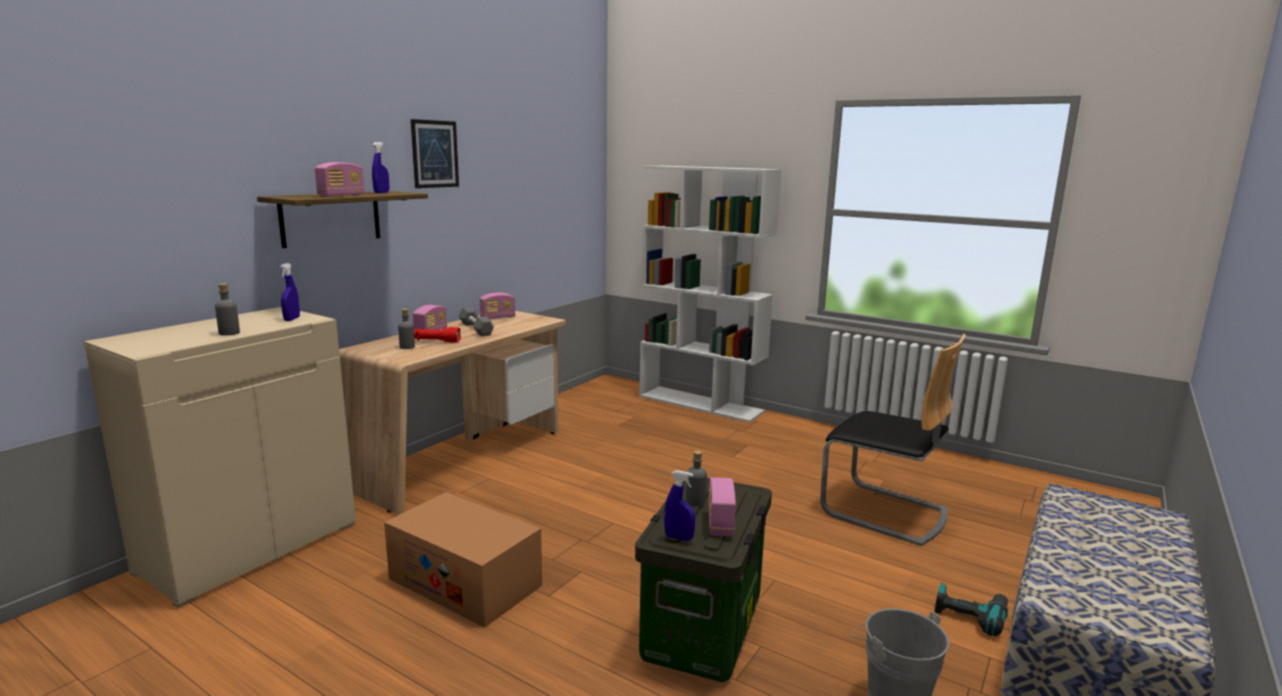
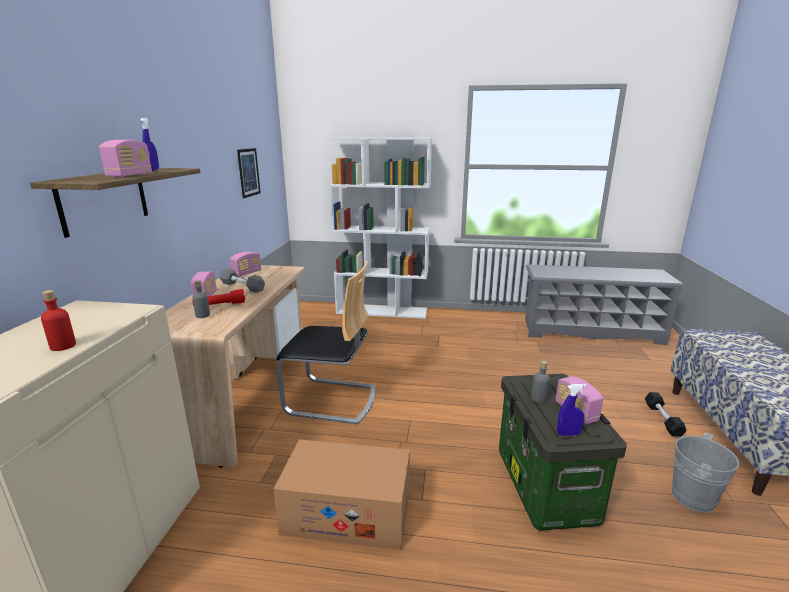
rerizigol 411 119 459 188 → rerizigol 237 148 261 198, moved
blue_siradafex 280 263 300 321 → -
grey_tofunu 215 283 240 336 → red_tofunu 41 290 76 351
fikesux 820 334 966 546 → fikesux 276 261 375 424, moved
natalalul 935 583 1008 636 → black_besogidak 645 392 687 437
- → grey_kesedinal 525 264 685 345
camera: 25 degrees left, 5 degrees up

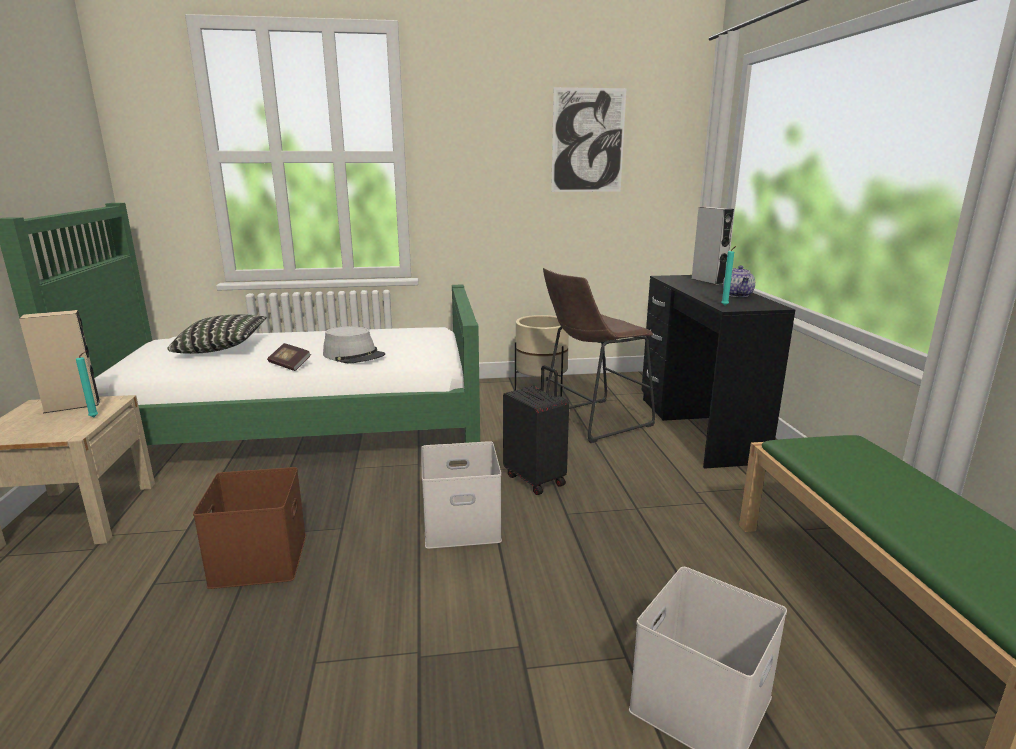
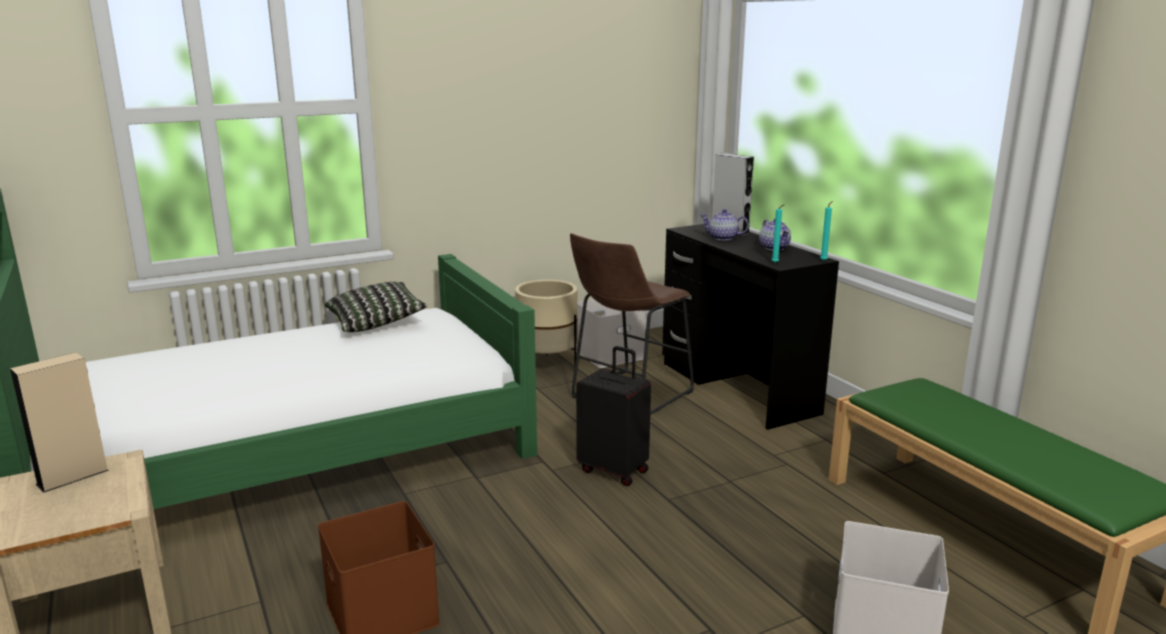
rerizigol 551 87 627 192 → -
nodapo 167 314 267 354 → nodapo 325 282 427 332, moved
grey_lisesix 323 326 385 364 → -
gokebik 267 343 311 371 → -
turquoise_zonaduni 76 351 98 417 → turquoise_zonaduni 820 201 833 261, moved
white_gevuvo 421 441 502 549 → white_gevuvo 576 299 646 368, moved
- → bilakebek 700 209 749 240
camera: 20 degrees left, 0 degrees up

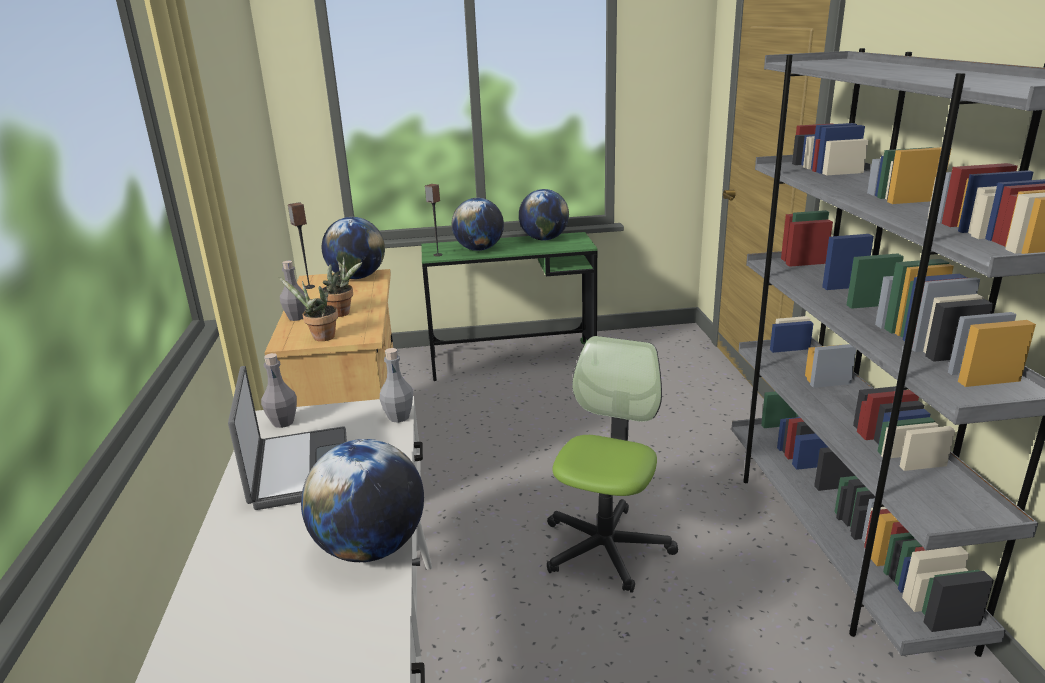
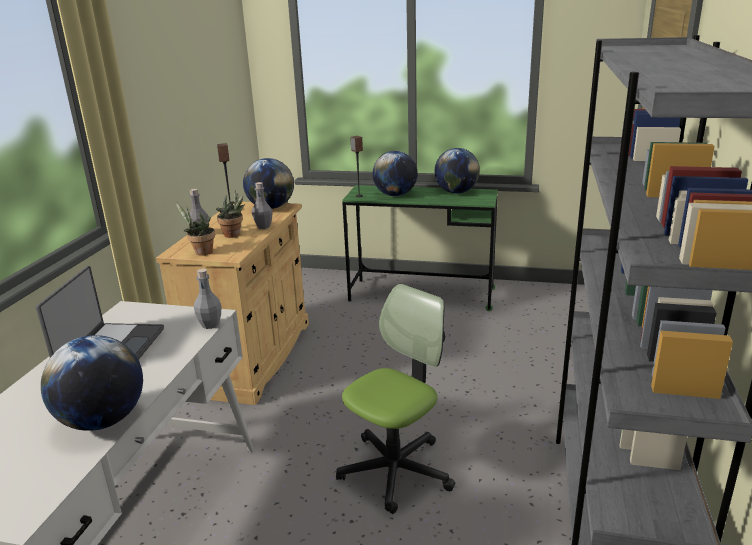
grey_tofunu 261 353 297 428 → grey_tofunu 252 182 273 229, moved
camera: 20 degrees right, 0 degrees up

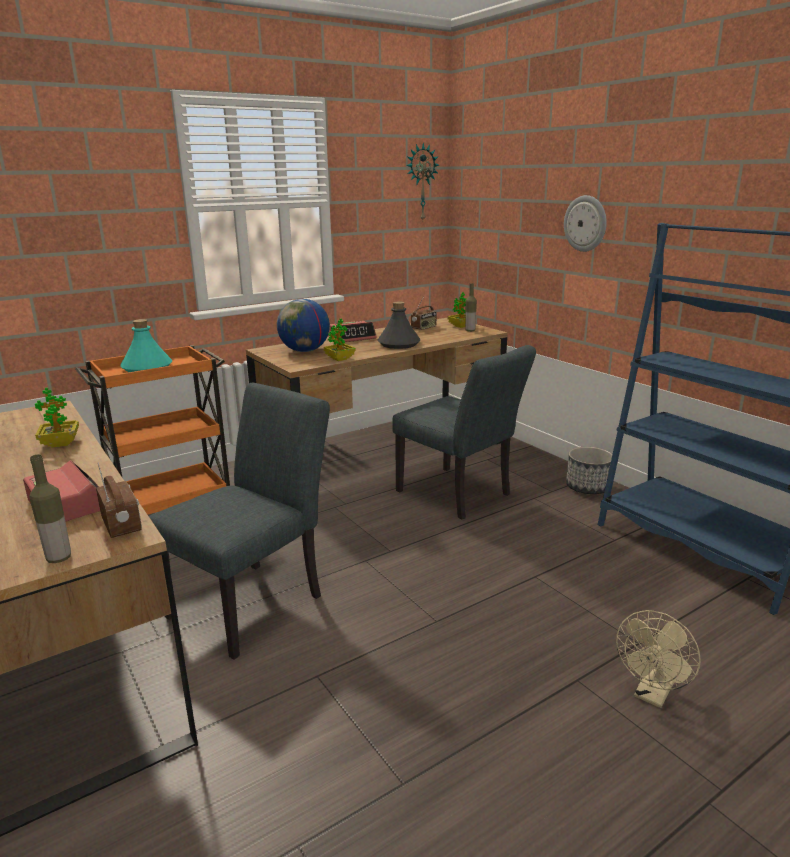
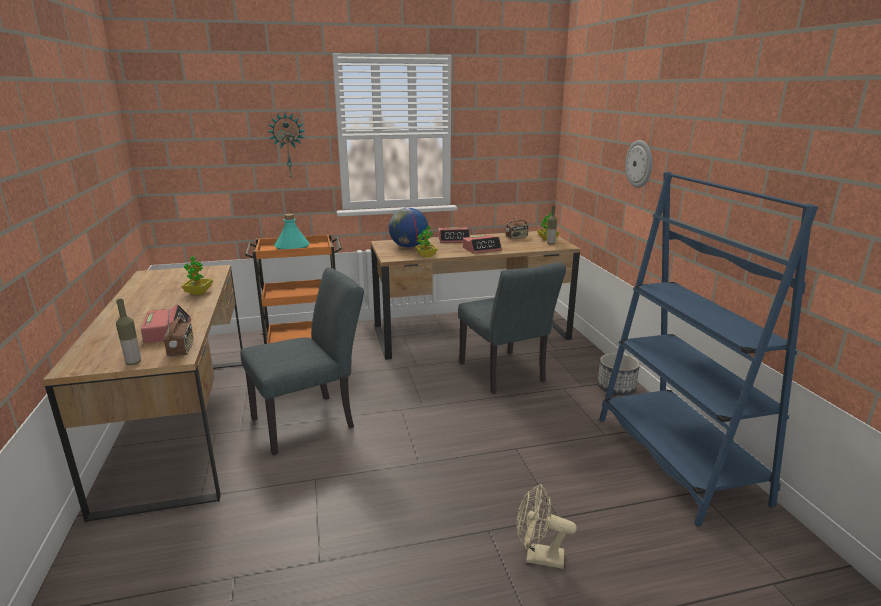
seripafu 406 143 439 220 → seripafu 267 113 304 178, moved
grey_tofunu 378 302 420 349 → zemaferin 463 235 502 254
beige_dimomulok 616 610 701 708 → beige_dimomulok 517 484 577 569, 45 degrees clockwise
camera: 20 degrees right, 0 degrees up

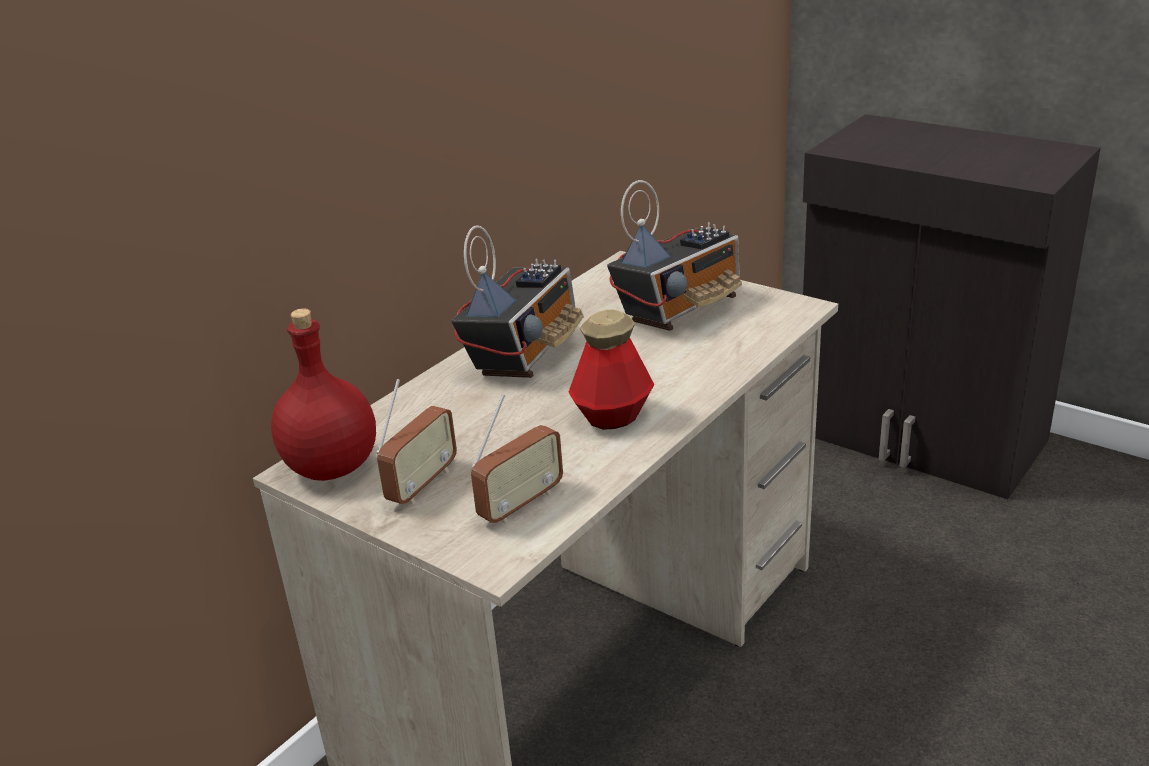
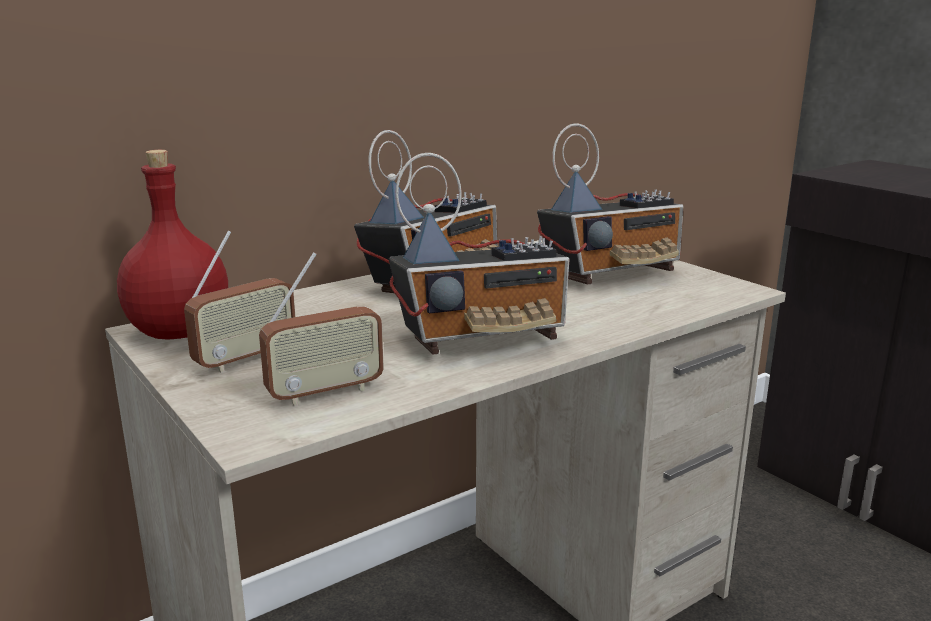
tofunu 569 309 654 430 → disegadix 389 153 570 354
camera: 15 degrees right, 10 degrees down

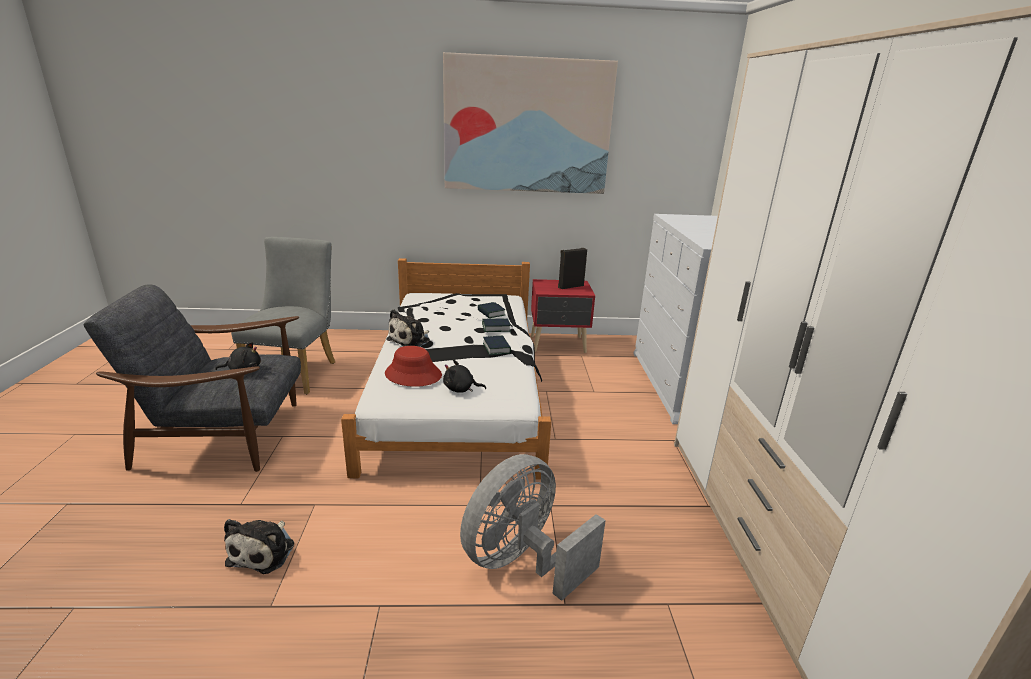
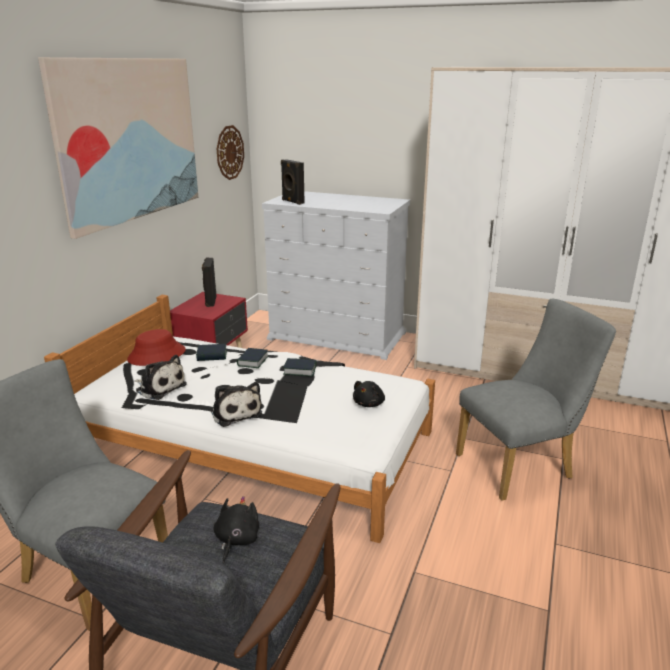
red_lisesix 385 346 442 387 → red_lisesix 127 329 186 366, moved
grey_dimomulok 460 454 606 601 → grey_fikesux 456 299 616 501
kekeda 224 519 294 574 → kekeda 135 355 187 400, moved
- → seripafu 217 125 244 180
- → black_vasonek 281 159 305 205
camera: 65 degrees left, 0 degrees up

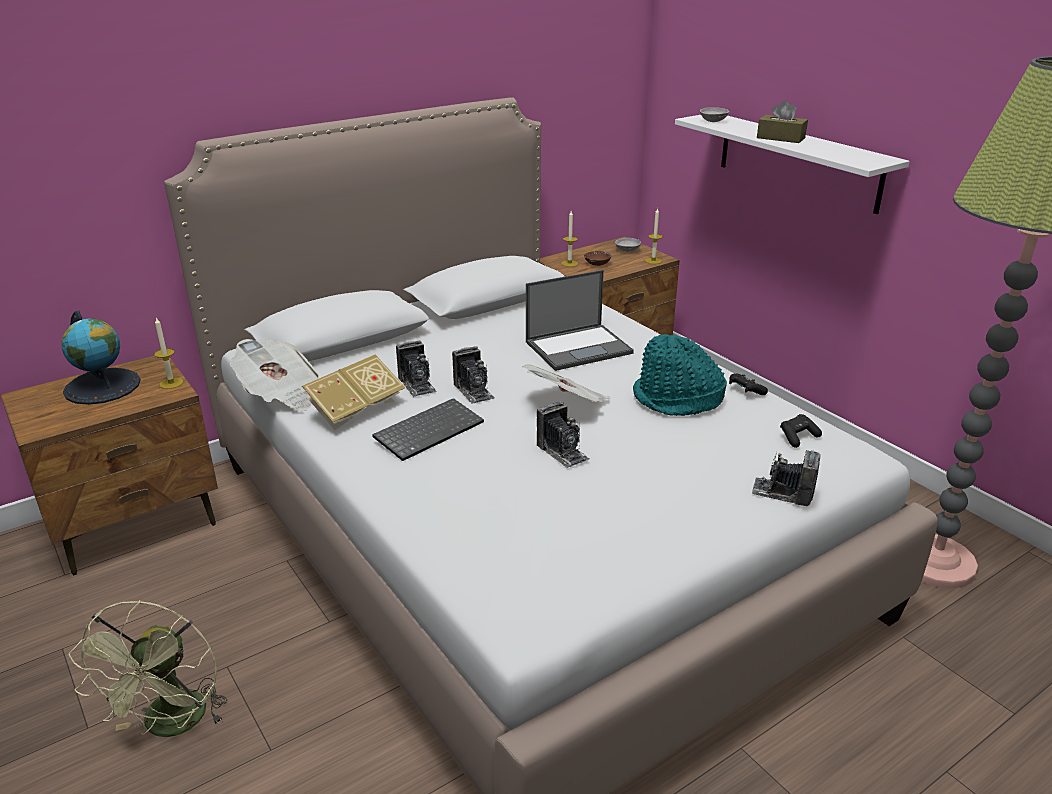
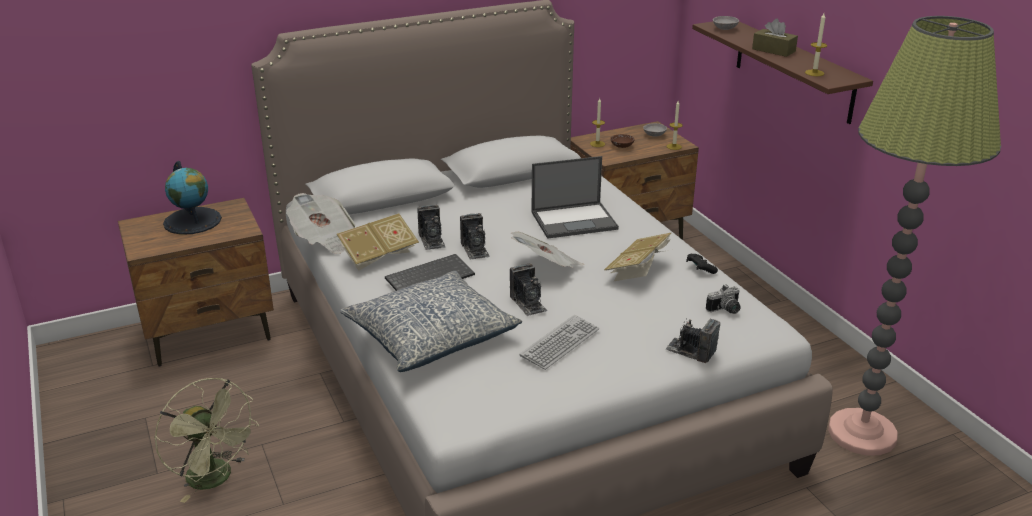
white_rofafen 675 115 910 214 → brown_rofafen 692 21 873 124
zonaduni 154 317 183 389 → zonaduni 805 13 828 76, moved
turquoise_lisesix 633 334 727 416 → gokebik 604 233 671 281
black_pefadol 780 414 822 448 → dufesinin 706 284 741 314
green_dimomulok 68 600 228 737 → green_dimomulok 155 378 259 503, 60 degrees counterclockwise
- → nodapo 340 271 522 372
- → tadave 520 315 599 370
camera: 10 degrees right, 0 degrees up

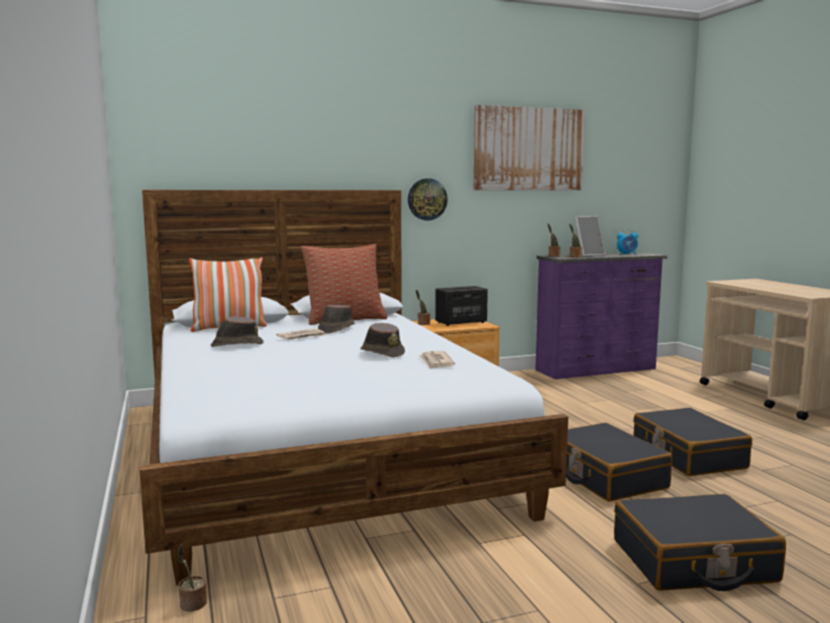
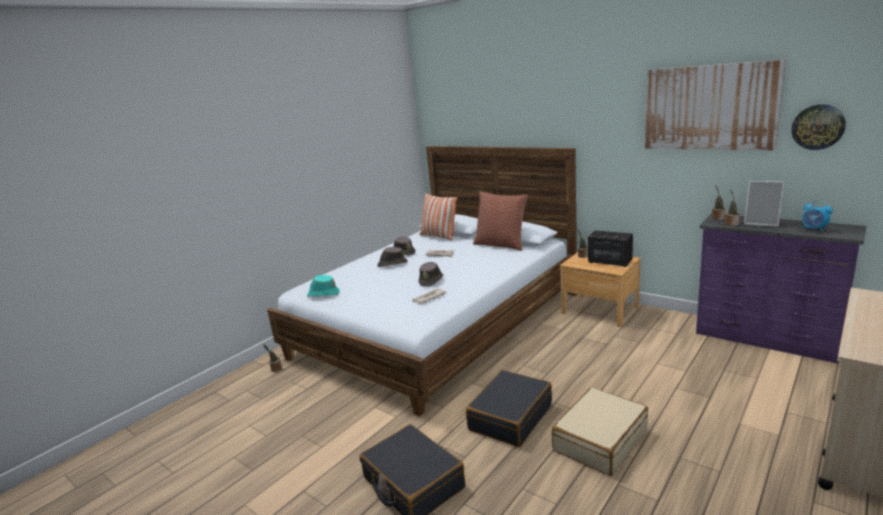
seripafu 408 178 448 220 → seripafu 791 104 846 150, moved
brown_lisesix 318 305 355 333 → brown_lisesix 377 247 408 267, moved
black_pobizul 633 408 752 476 → beige_pobizul 552 387 648 476
- → turquoise_lisesix 307 275 340 296
camera: 60 degrees right, 10 degrees up

